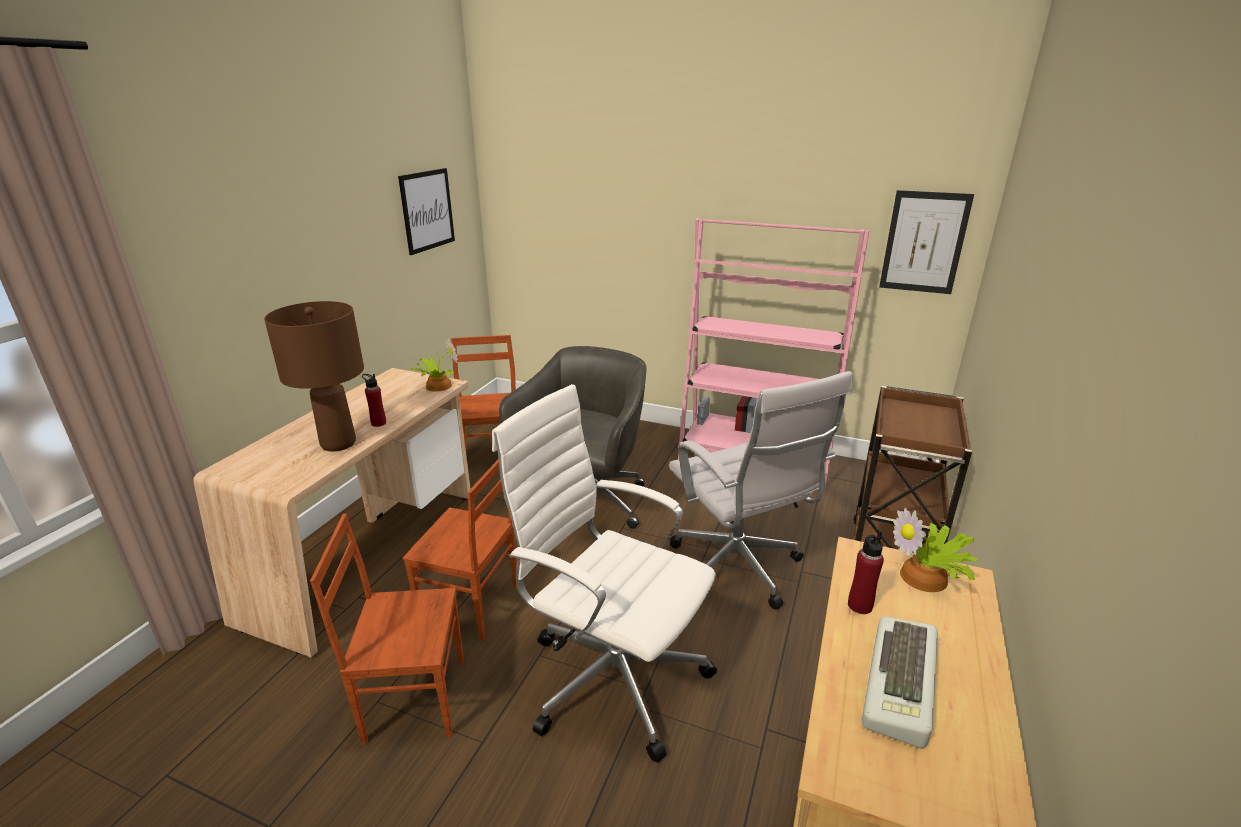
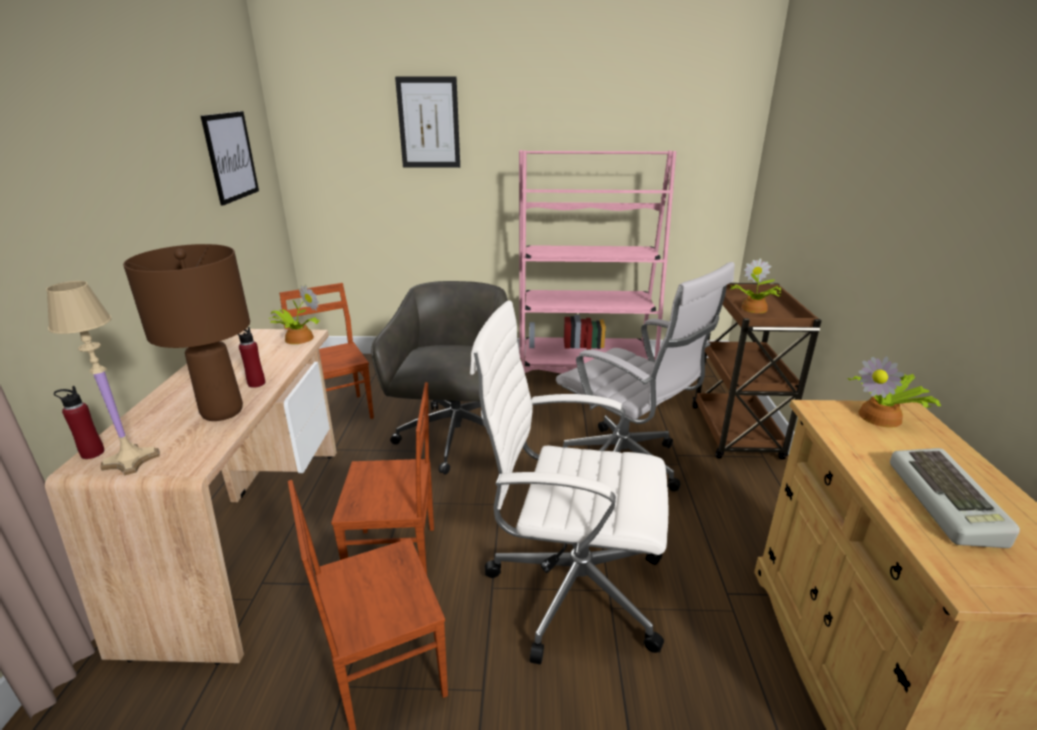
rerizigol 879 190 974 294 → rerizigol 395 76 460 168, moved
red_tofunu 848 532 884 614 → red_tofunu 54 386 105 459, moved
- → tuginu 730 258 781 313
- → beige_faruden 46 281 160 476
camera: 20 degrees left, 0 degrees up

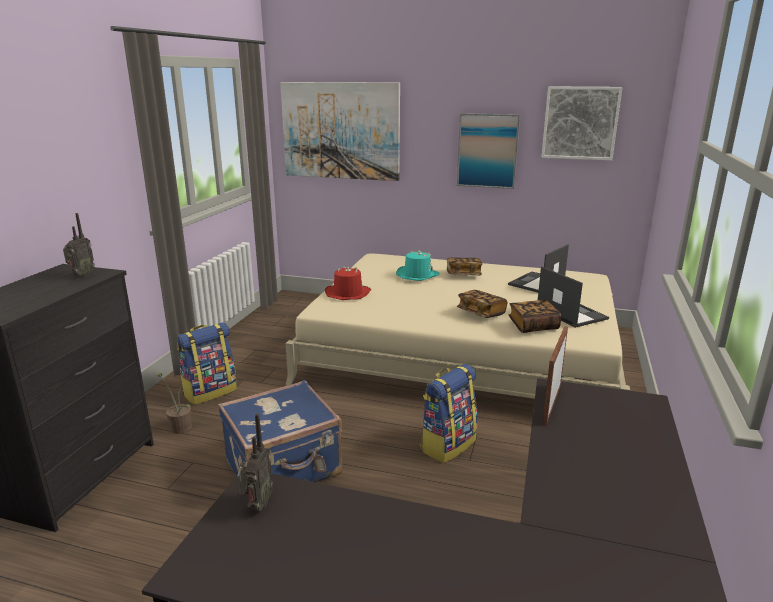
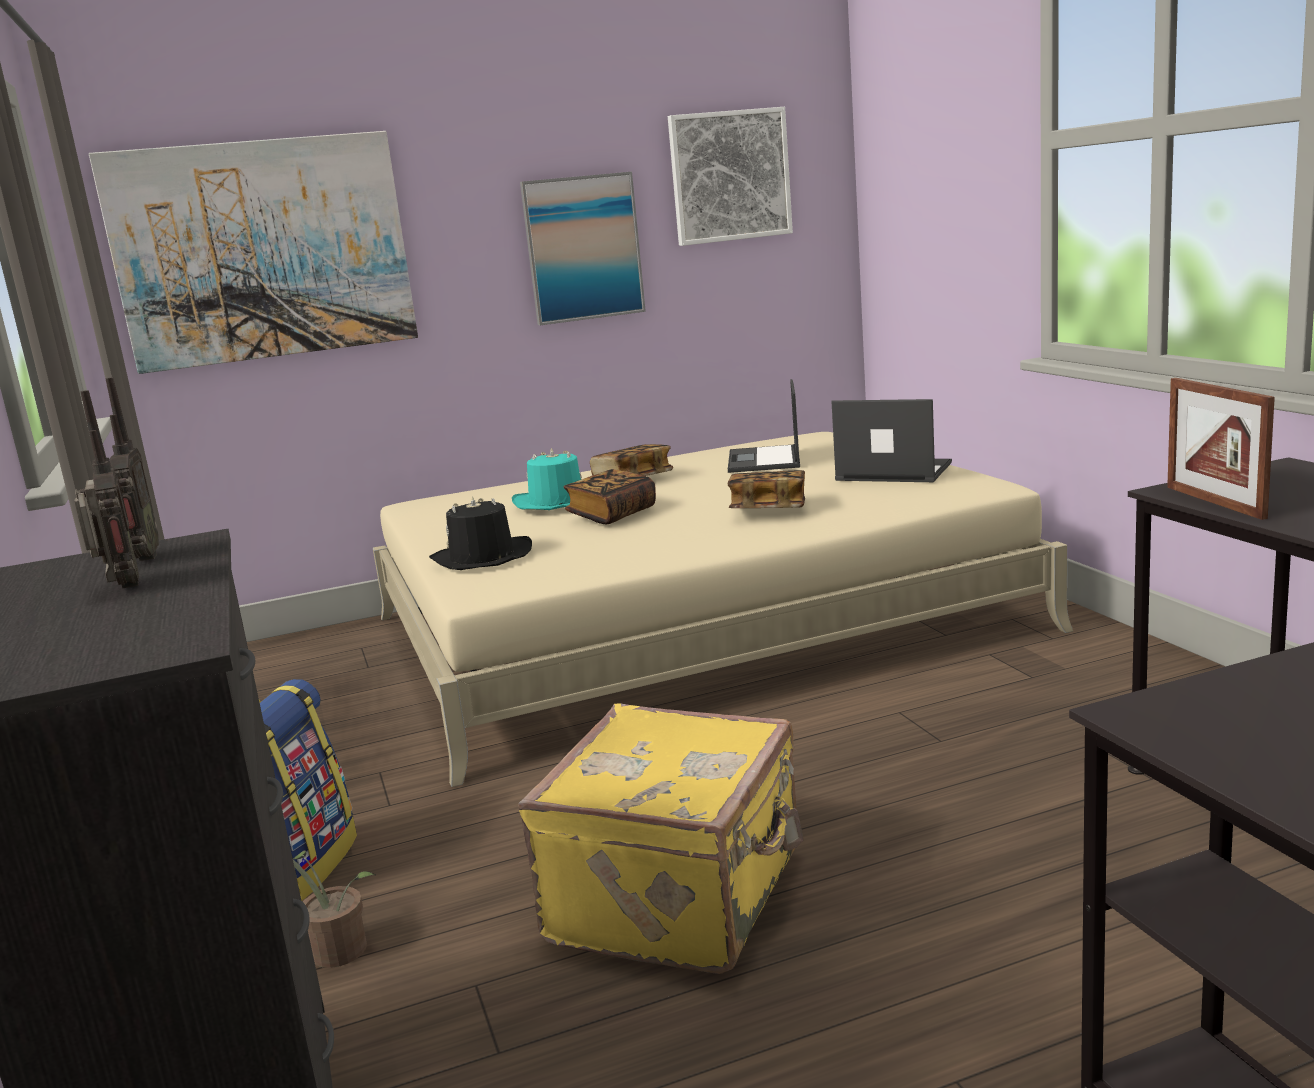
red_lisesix 325 267 371 300 → black_lisesix 429 496 532 570
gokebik 509 300 562 333 → gokebik 563 469 656 524, moved
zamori 420 364 477 463 → -
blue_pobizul 218 380 342 482 → yellow_pobizul 518 703 803 974
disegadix 237 413 273 511 → disegadix 74 390 139 588, moved
camera: 35 degrees left, 5 degrees down

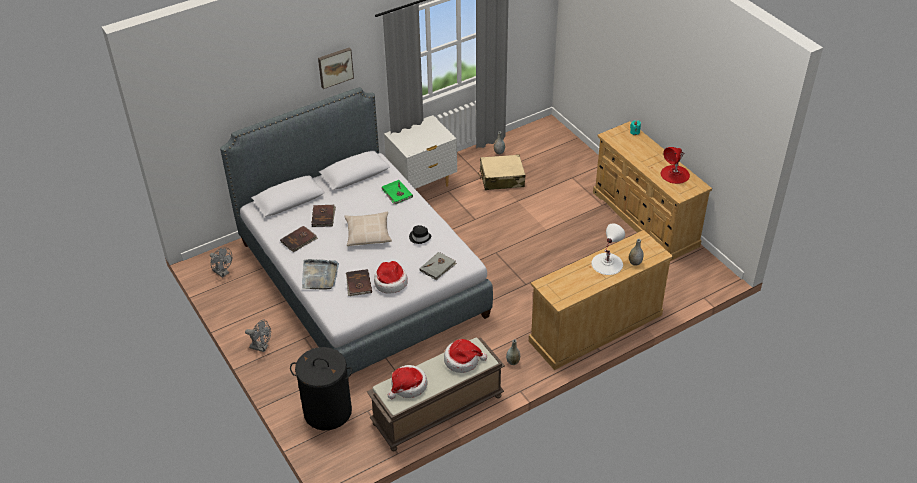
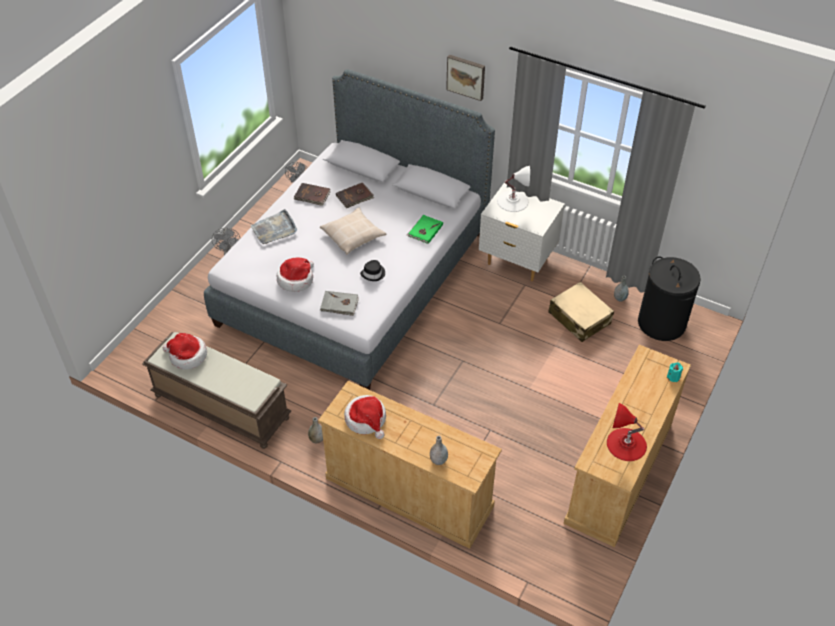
white_faruden 591 223 625 275 → white_faruden 497 166 530 212, moved
brown_gokebik 346 269 372 296 → -
lisesix 444 339 487 373 → lisesix 344 395 386 439, moved
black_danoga 290 347 352 430 → black_danoga 638 256 701 341, moved
camera: 60 degrees right, 5 degrees up

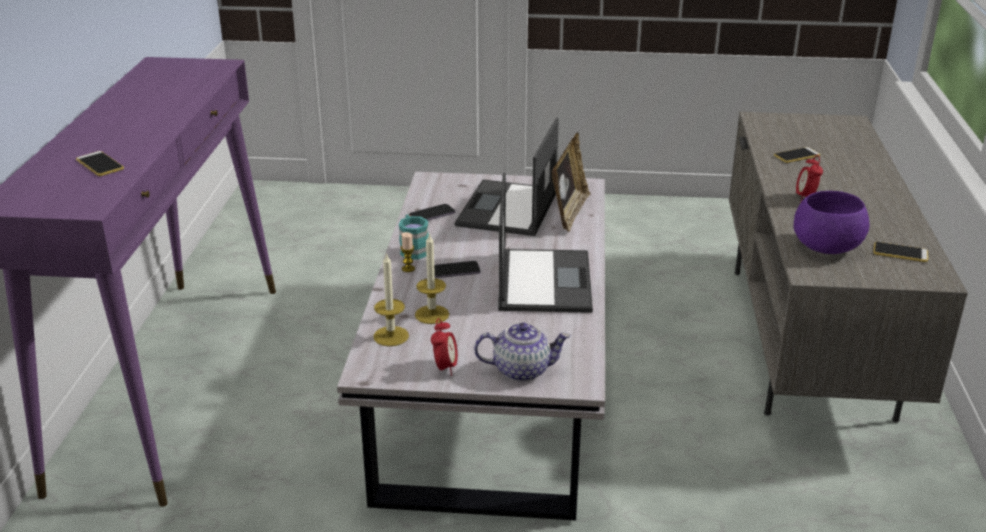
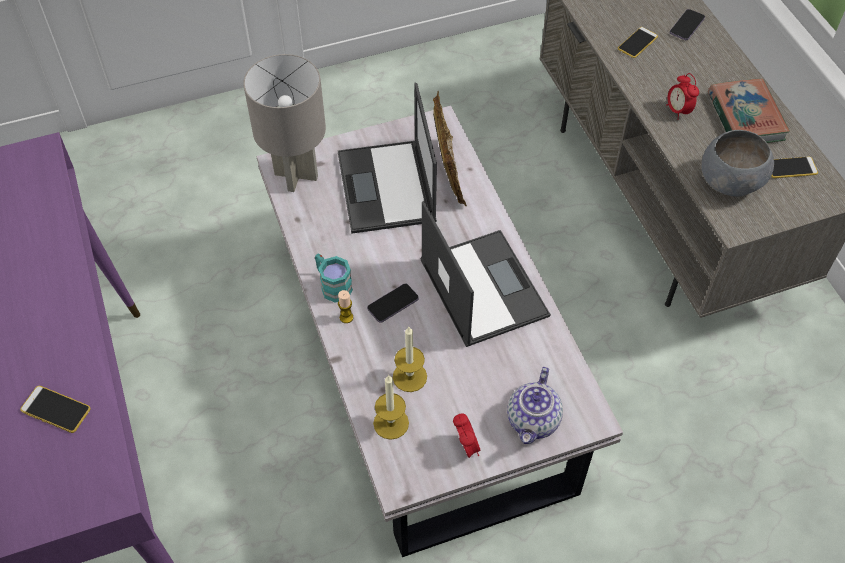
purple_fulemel 794 191 869 254 → grey_fulemel 702 130 774 197
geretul 409 204 455 220 → geretul 670 9 705 40, moved
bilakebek 474 323 571 382 → bilakebek 507 367 563 444, 135 degrees clockwise
- → grey_faruden 243 54 326 192
- → gokebik 708 78 790 143
camera: 25 degrees left, 25 degrees up

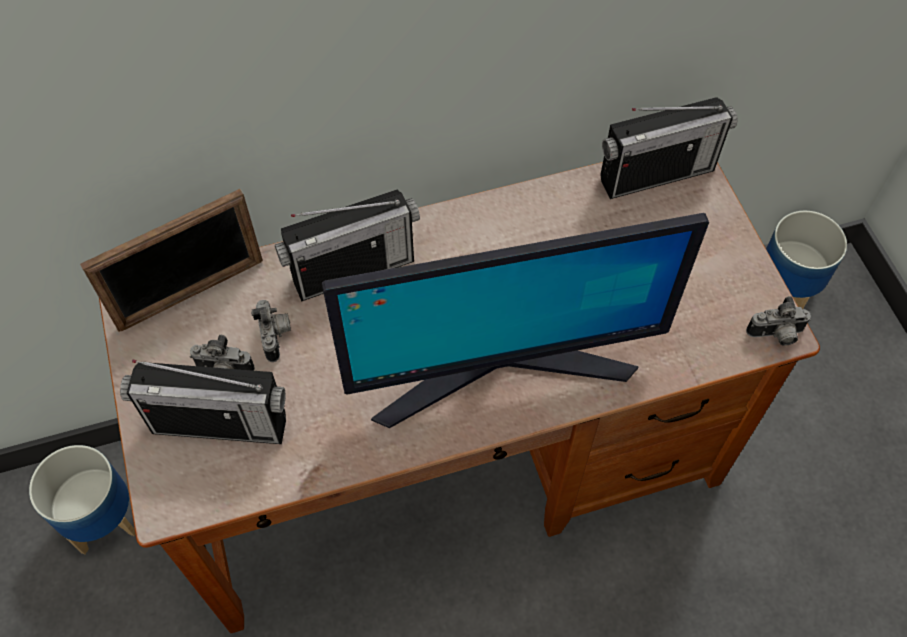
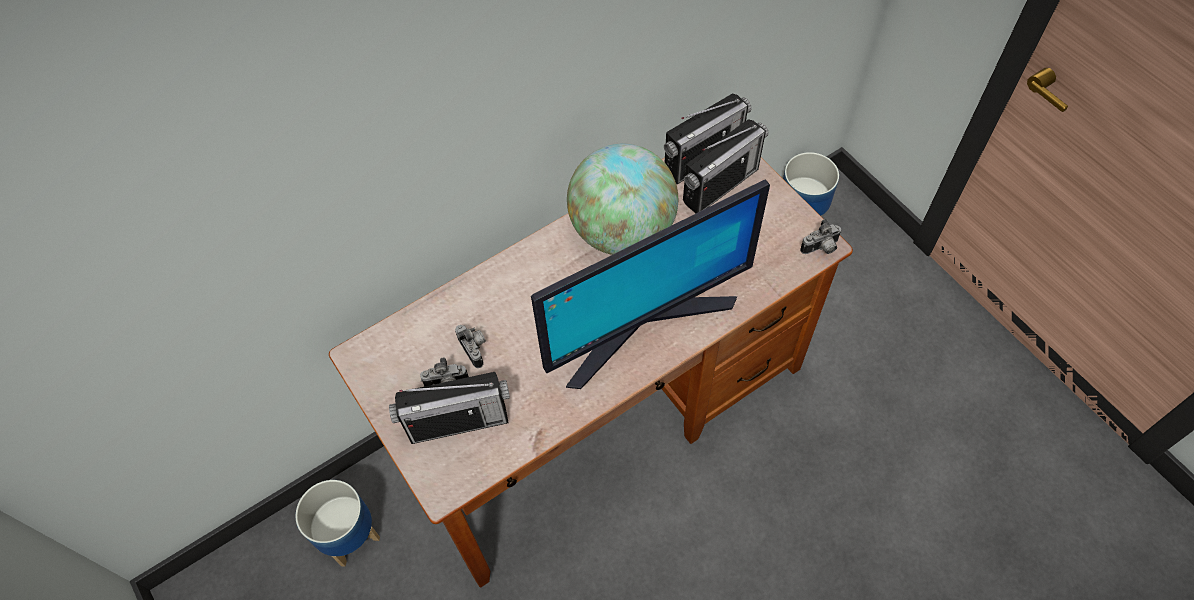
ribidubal 80 189 263 332 → -
disegadix 275 190 420 301 → disegadix 683 119 768 213, moved
- → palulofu 567 144 678 255
camera: 15 degrees left, 0 degrees up

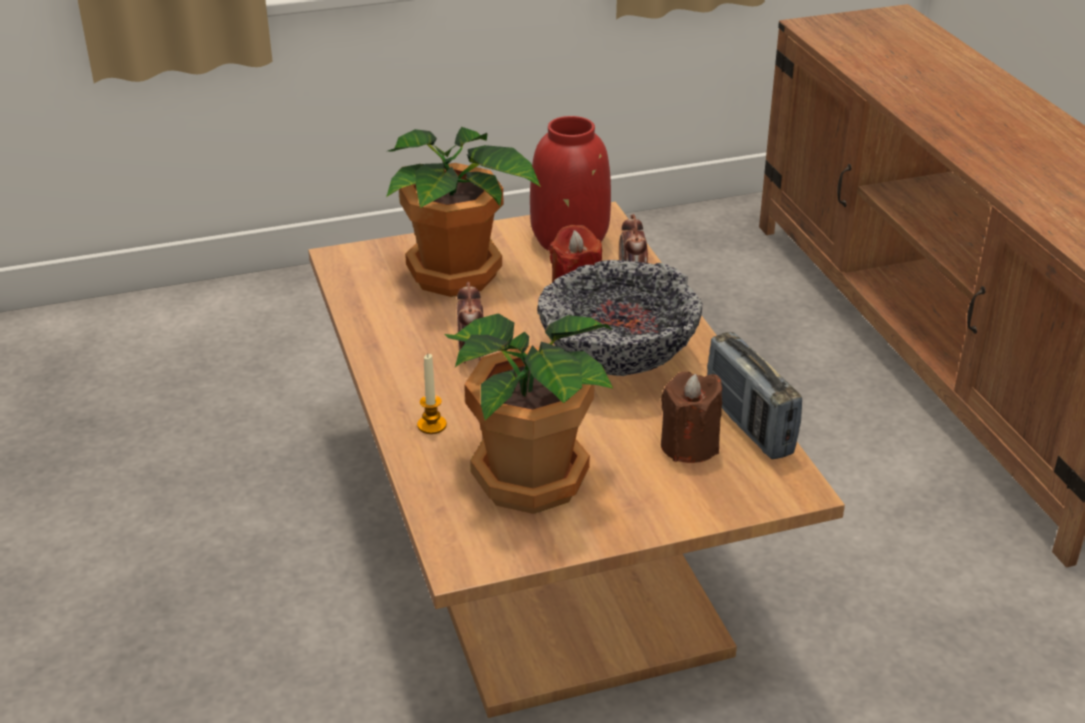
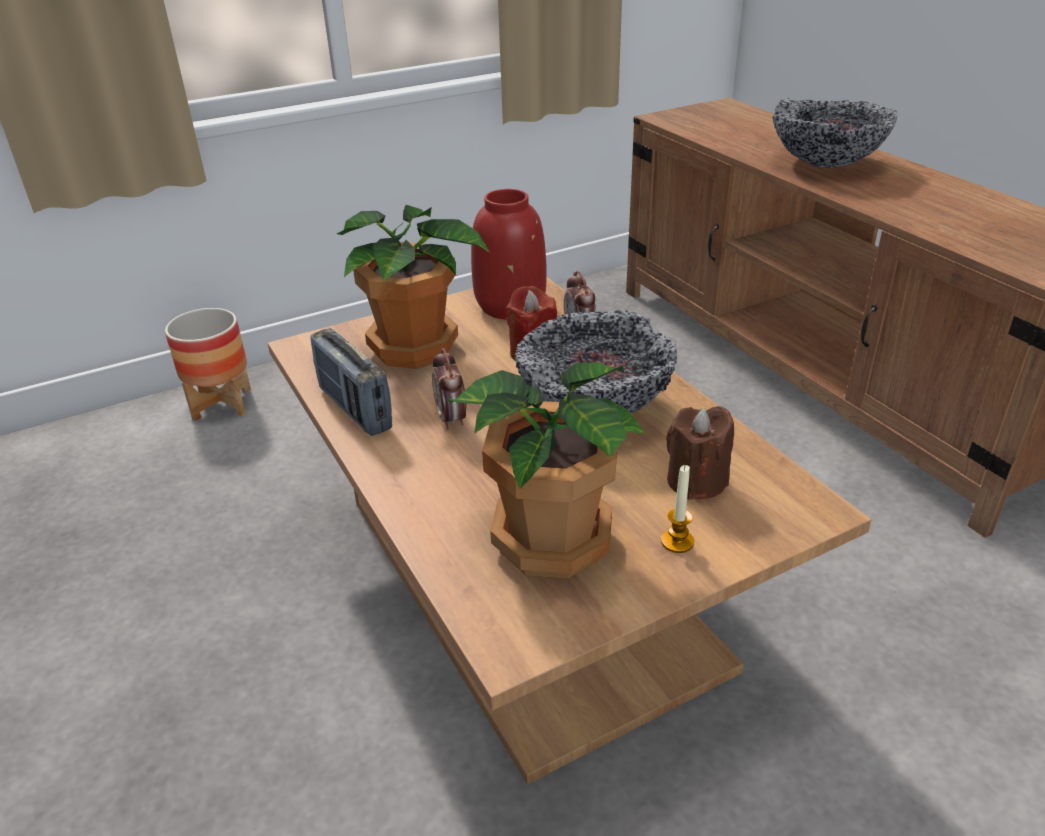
disegadix 707 332 802 459 → disegadix 310 329 392 436, moved
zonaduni 417 354 447 434 → zonaduni 661 465 694 553, moved
- → fulemel 772 98 898 168
- → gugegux 165 308 251 421
camera: 10 degrees left, 0 degrees up

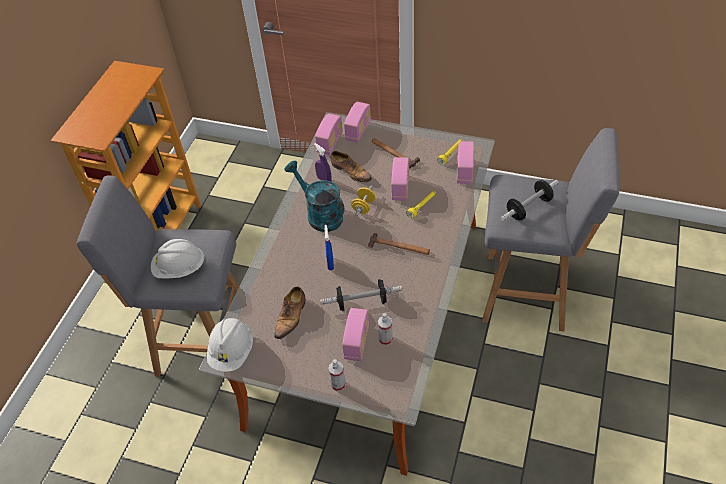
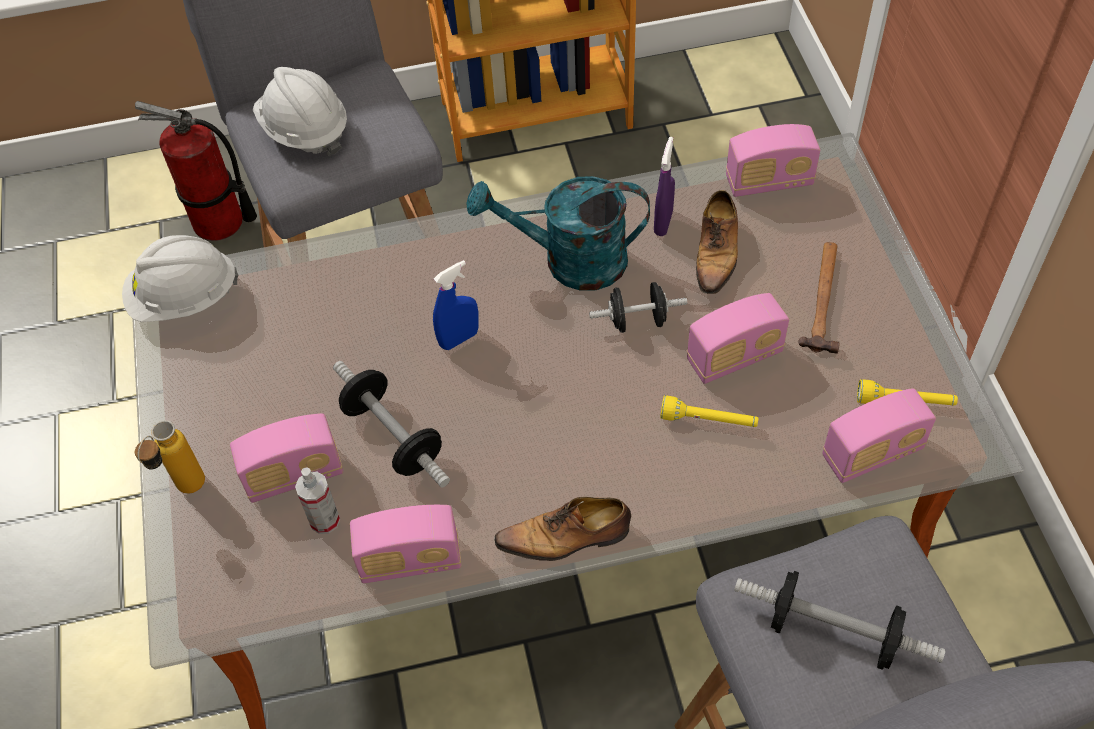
disegadix 344 102 371 143 → disegadix 350 505 461 583, moved
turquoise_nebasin 285 161 344 232 → turquoise_nebasin 466 176 650 291, 105 degrees counterclockwise
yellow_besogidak 351 185 376 217 → black_besogidak 589 282 687 333
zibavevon 368 233 430 255 → -
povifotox 274 286 306 339 → povifotox 494 497 631 561, moved
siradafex 328 359 346 391 → tofunu 135 420 205 493
- → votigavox 135 101 257 241
camera: 60 degrees right, 5 degrees up

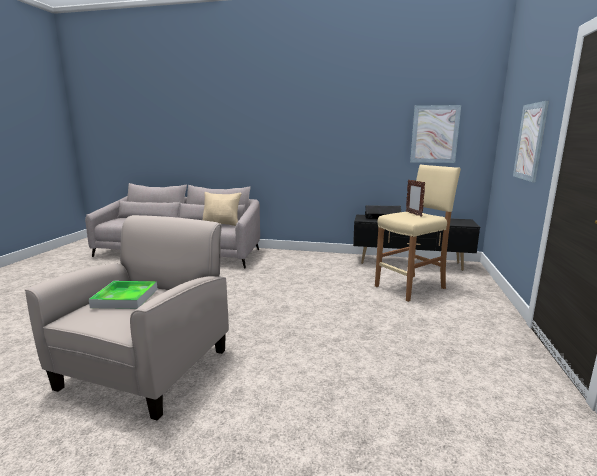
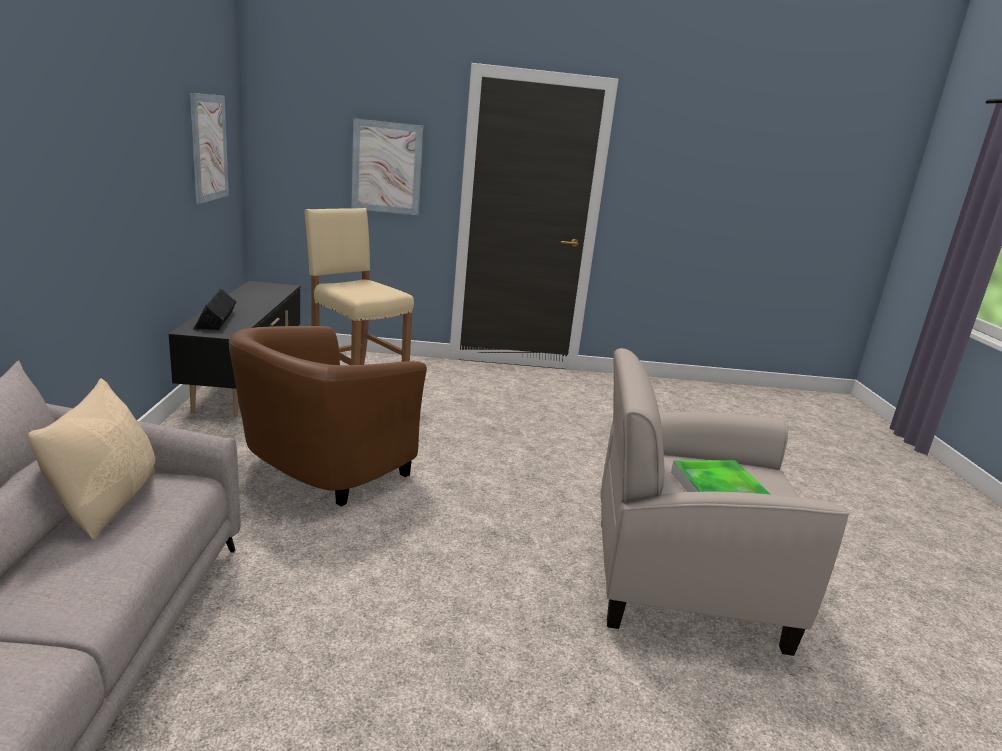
ribidubal 406 180 426 217 → -
- → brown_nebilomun 229 326 427 506
camera: 105 degrees left, 5 degrees up

